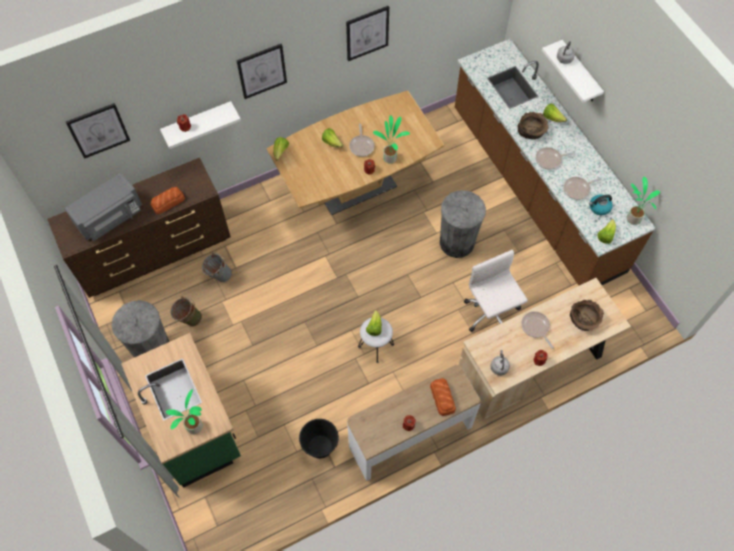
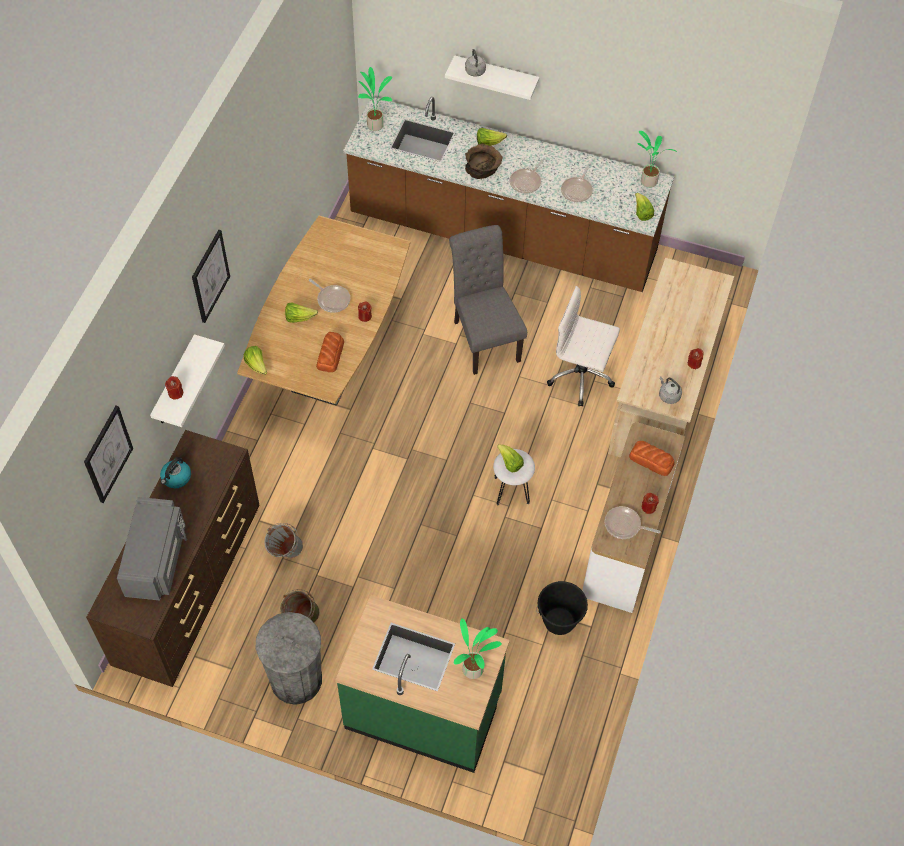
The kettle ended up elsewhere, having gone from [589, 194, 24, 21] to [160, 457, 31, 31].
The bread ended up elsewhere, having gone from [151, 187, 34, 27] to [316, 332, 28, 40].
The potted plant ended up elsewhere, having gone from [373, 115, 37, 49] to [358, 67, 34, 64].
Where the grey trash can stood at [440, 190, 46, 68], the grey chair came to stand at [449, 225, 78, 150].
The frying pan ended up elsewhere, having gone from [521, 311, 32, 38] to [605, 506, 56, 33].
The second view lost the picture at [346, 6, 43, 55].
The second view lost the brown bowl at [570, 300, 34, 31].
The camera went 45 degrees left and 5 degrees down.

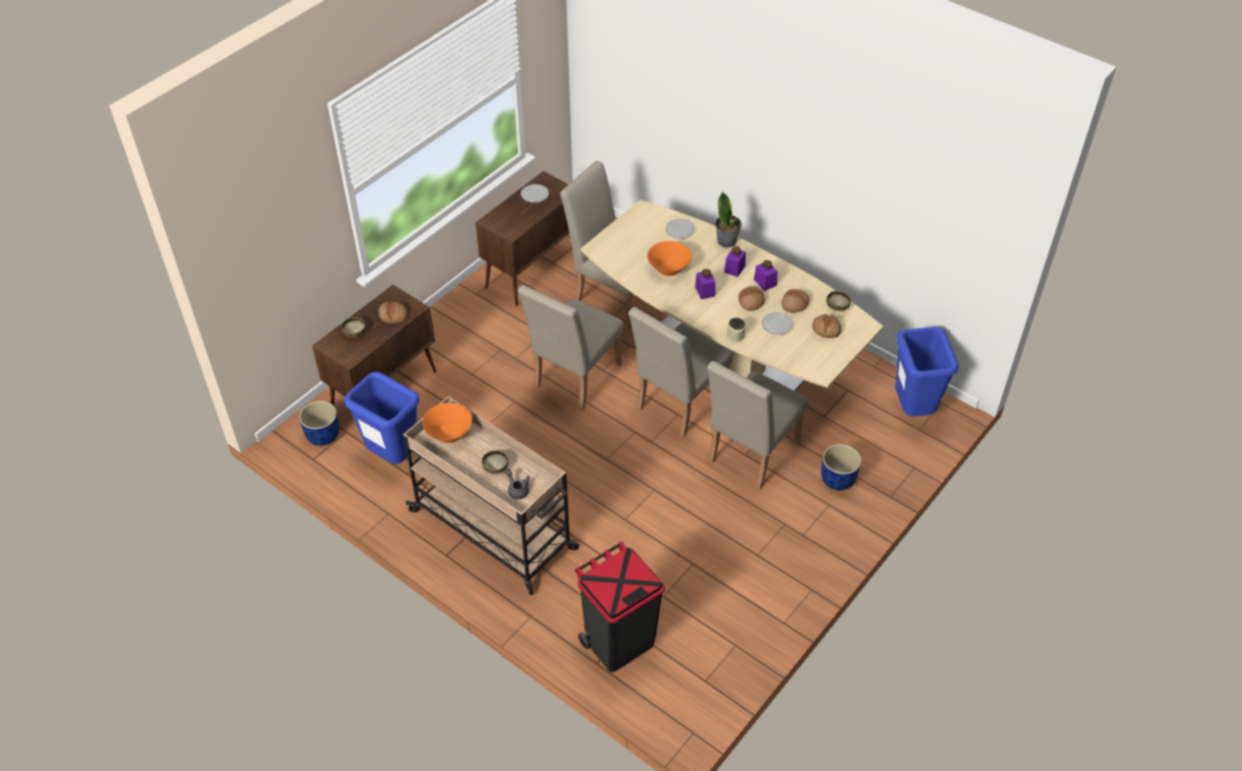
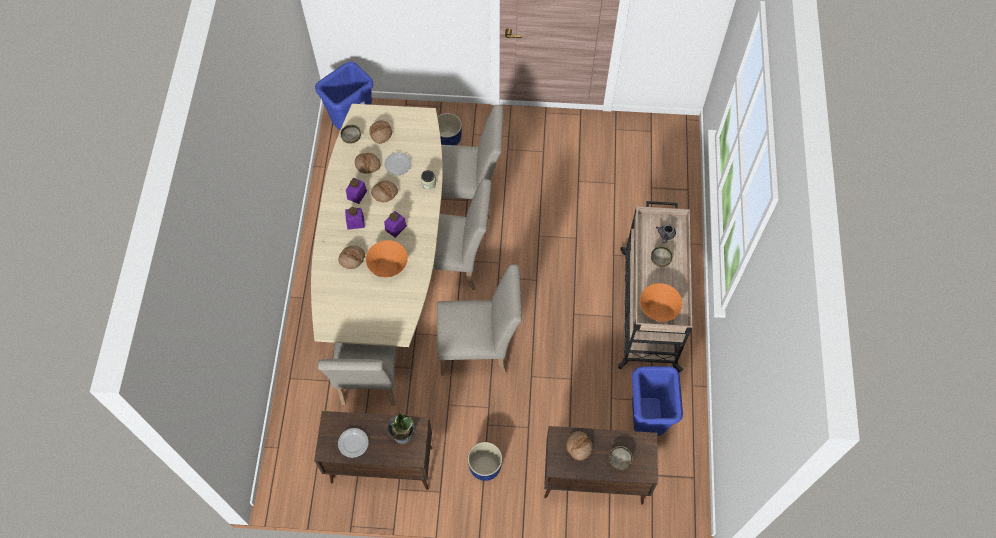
The second view gained the bread at [338, 246, 27, 23].
The potted plant ended up elsewhere, having gone from [715, 192, 27, 56] to [387, 413, 27, 31].
The blue planter ended up elsewhere, having gone from [299, 401, 40, 45] to [468, 442, 34, 39].
The second view lost the black trash can at [575, 541, 90, 131].
The second view lost the plate at [666, 219, 29, 20].
The camera went 125 degrees left and 15 degrees up.

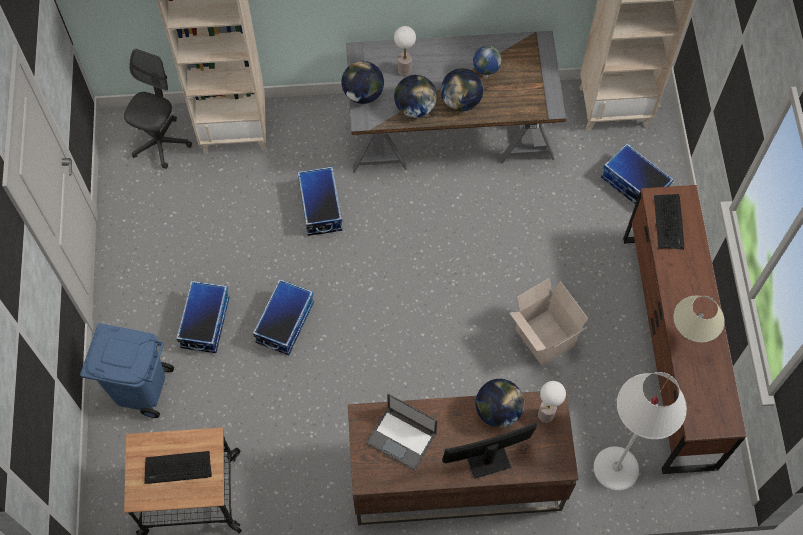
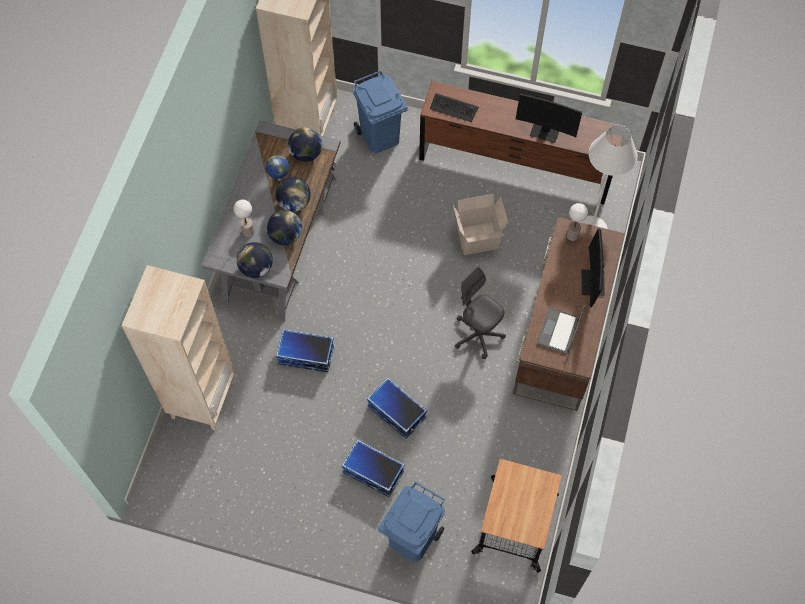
The globe ended up elsewhere, having gone from [476, 379, 48, 49] to [288, 127, 34, 35].
Where the storage box stood at [601, 143, 73, 62], the blue trash can came to stand at [353, 70, 55, 83].
The grey office chair ended up elsewhere, having gone from [124, 49, 68, 120] to [455, 267, 51, 92].
Where the beige table lamp stood at [674, 296, 51, 46], the monitor came to stand at [516, 94, 66, 49].
The laptop at [366, 394, 72, 77] ended up facing another way, 150 degrees clockwise from before.
The second view lost the keyboard at [144, 451, 68, 33].
The camera went 70 degrees left and 0 degrees up.

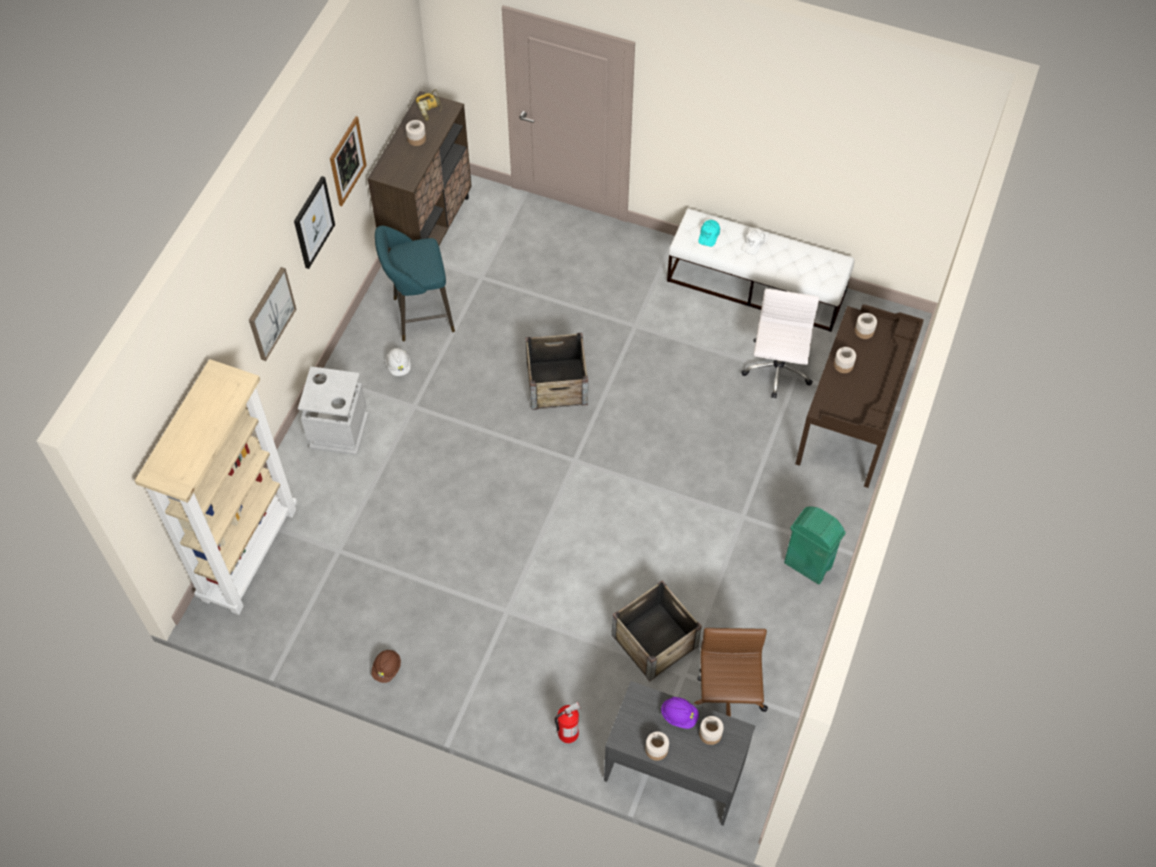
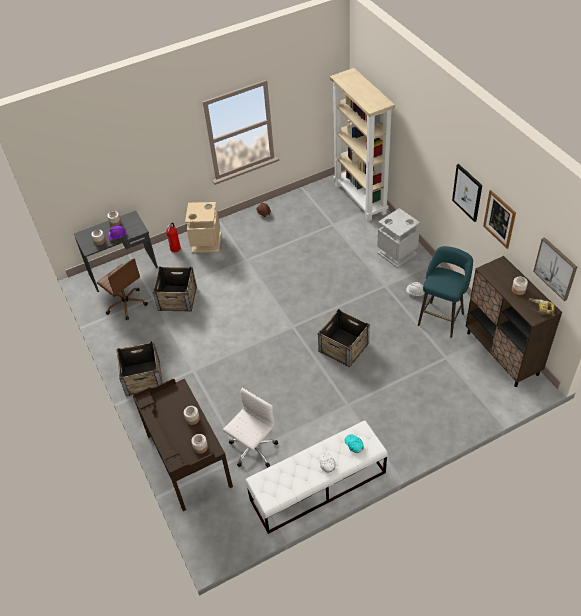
Where the green trash can stood at [784, 506, 61, 78], the crate came to stand at [116, 341, 46, 55].
The second view gained the beige trash can at [185, 202, 36, 51].
The white office chair at [741, 289, 78, 109] ended up facing another way, 105 degrees counterclockwise from before.
The picture ended up elsewhere, having gone from [249, 267, 47, 94] to [533, 237, 44, 64].
The camera went 135 degrees right and 10 degrees down.

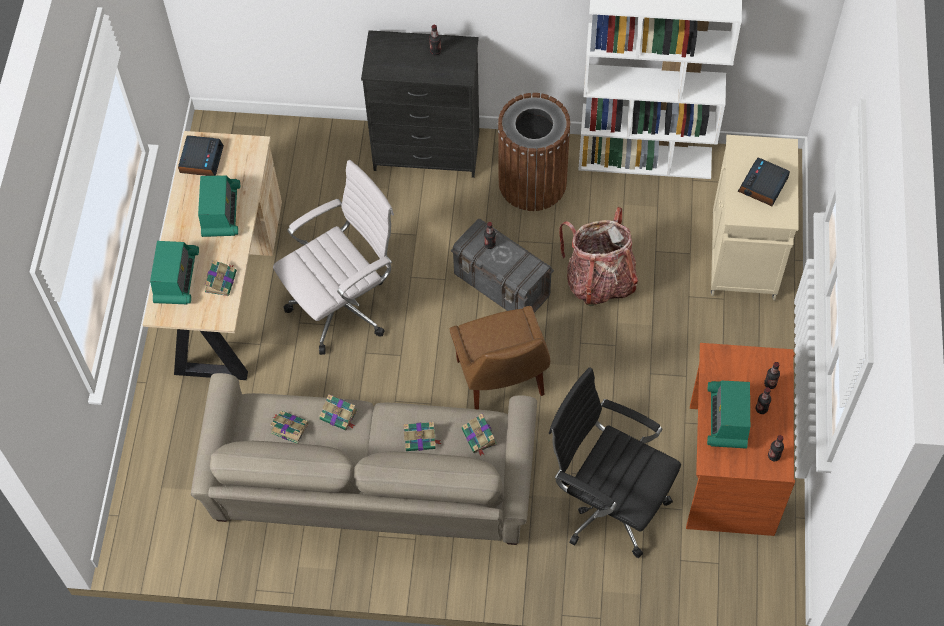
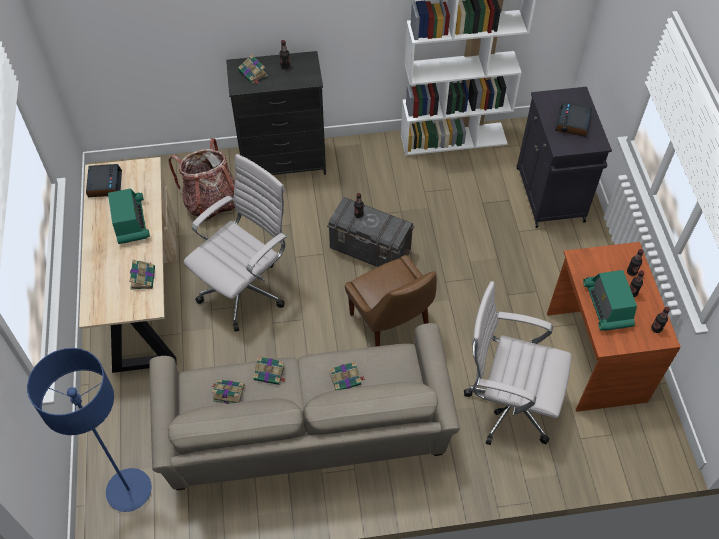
The second view gained the blue floor lamp at [27, 348, 125, 164].
The backpack ended up elsewhere, having gone from [559, 207, 80, 99] to [168, 138, 67, 83].
The book ended up elsewhere, having gone from [462, 413, 35, 43] to [238, 54, 30, 30].
What was the black office chair at [549, 367, 132, 191] turned into the white office chair at [464, 281, 108, 164].
What was the beige cabinet at [711, 135, 88, 166] turned into the black cabinet at [517, 87, 95, 141].
The second view lost the radio at [150, 241, 49, 63].
The second view lost the brown trash can at [498, 93, 73, 118].
The camera went 15 degrees left and 5 degrees down.

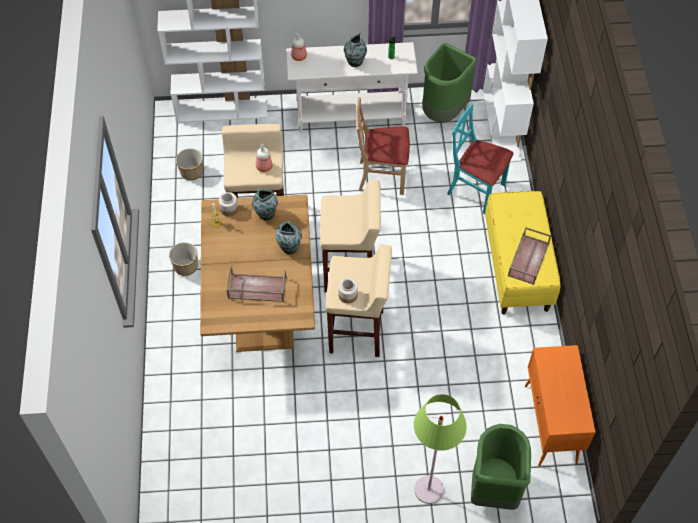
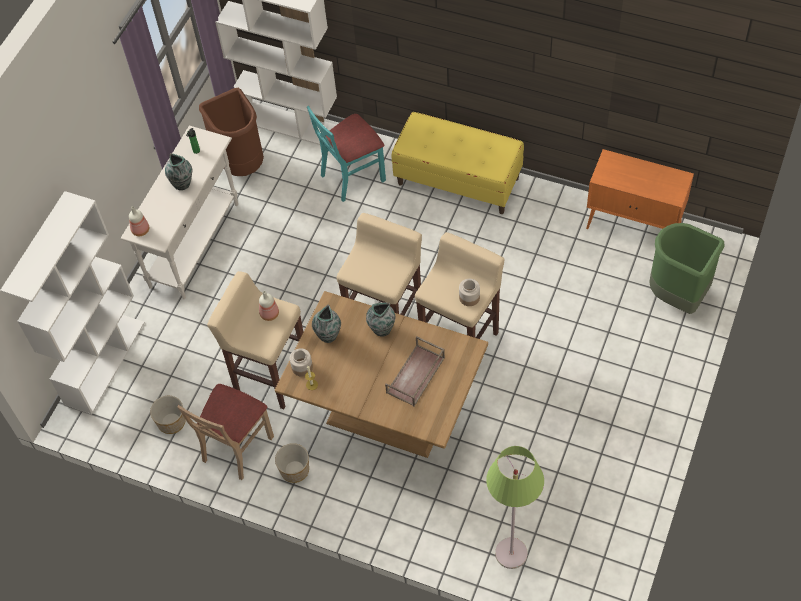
The beige chair ended up elsewhere, having gone from [356, 97, 54, 98] to [177, 384, 97, 96].
What was the green trash can at [422, 43, 55, 79] turned into the brown trash can at [199, 88, 65, 88].
The green floor lamp ended up elsewhere, having gone from [414, 394, 53, 110] to [486, 446, 58, 123].
The second view lost the brown tray at [508, 227, 43, 58].
The camera went 60 degrees left and 0 degrees up.

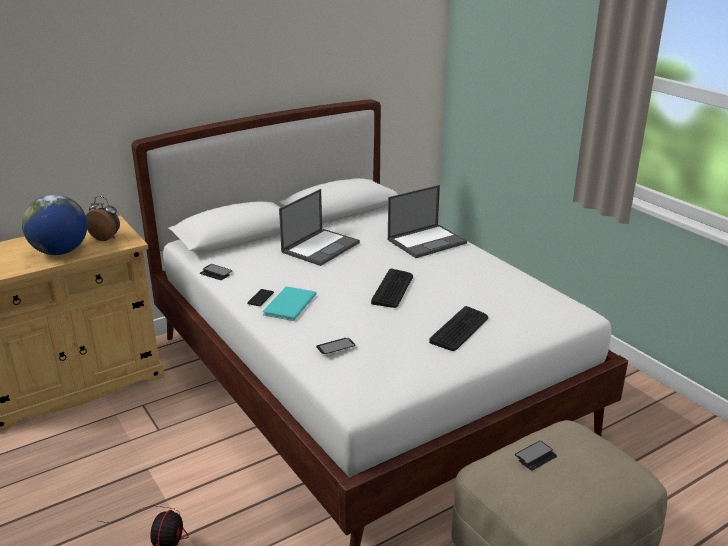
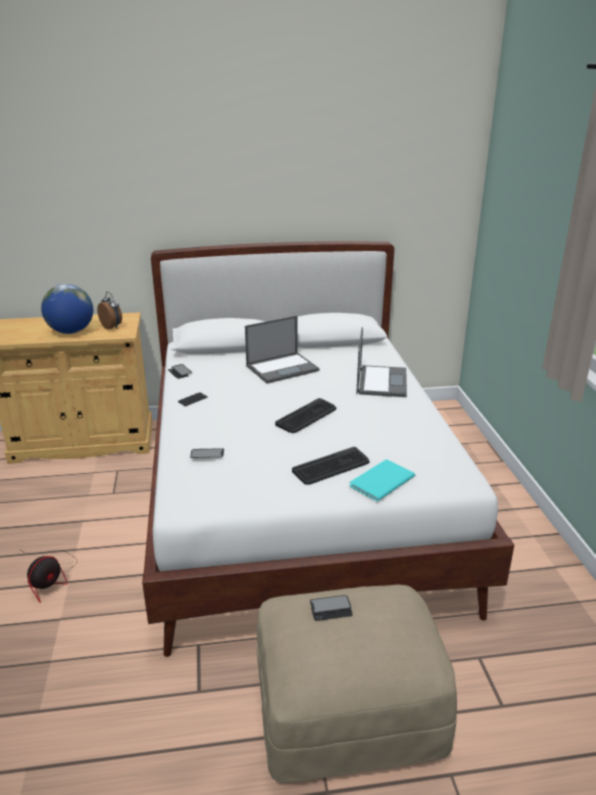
The turquoise book ended up elsewhere, having gone from [263, 287, 54, 34] to [349, 460, 66, 41].
The laptop at [388, 185, 79, 73] ended up facing another way, 75 degrees counterclockwise from before.
The camera went 25 degrees right and 0 degrees up.

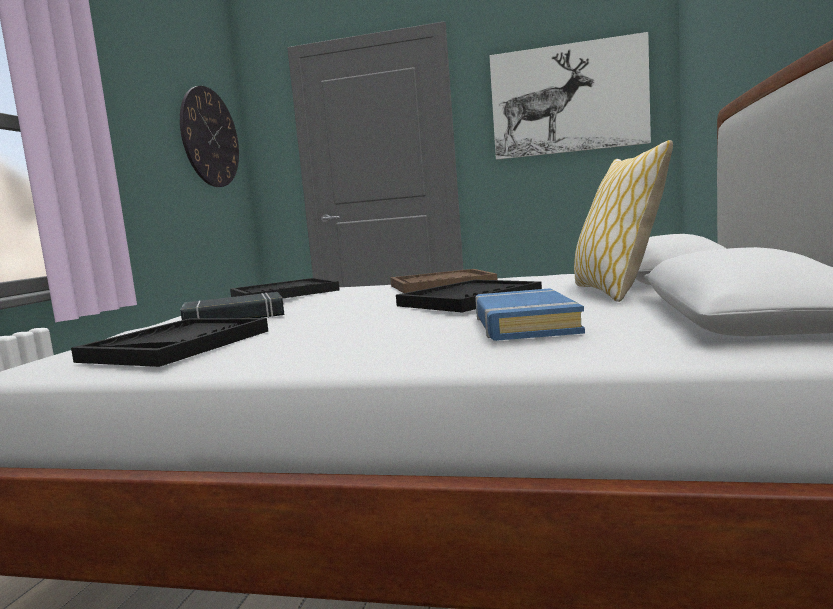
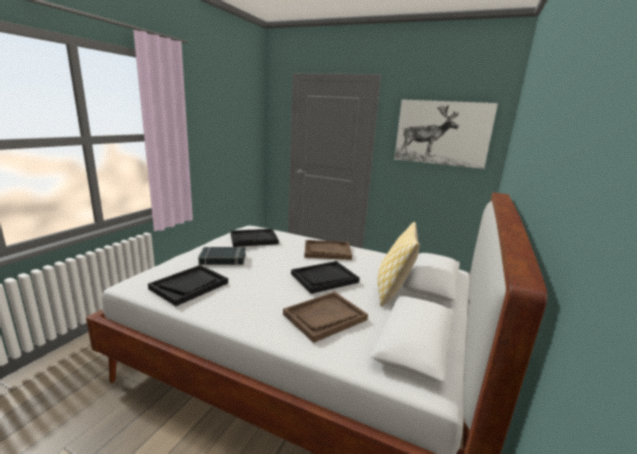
Where the blue book stood at [475, 288, 110, 53], the brown tray came to stand at [283, 292, 85, 51].
The second view lost the wall clock at [180, 86, 59, 101].
The camera went 10 degrees right and 10 degrees up.

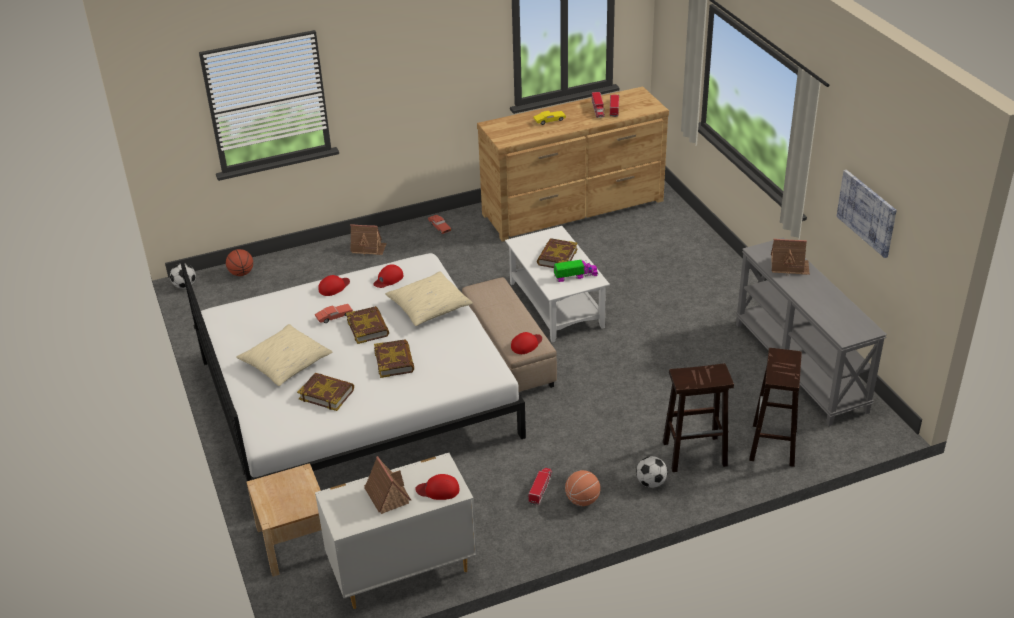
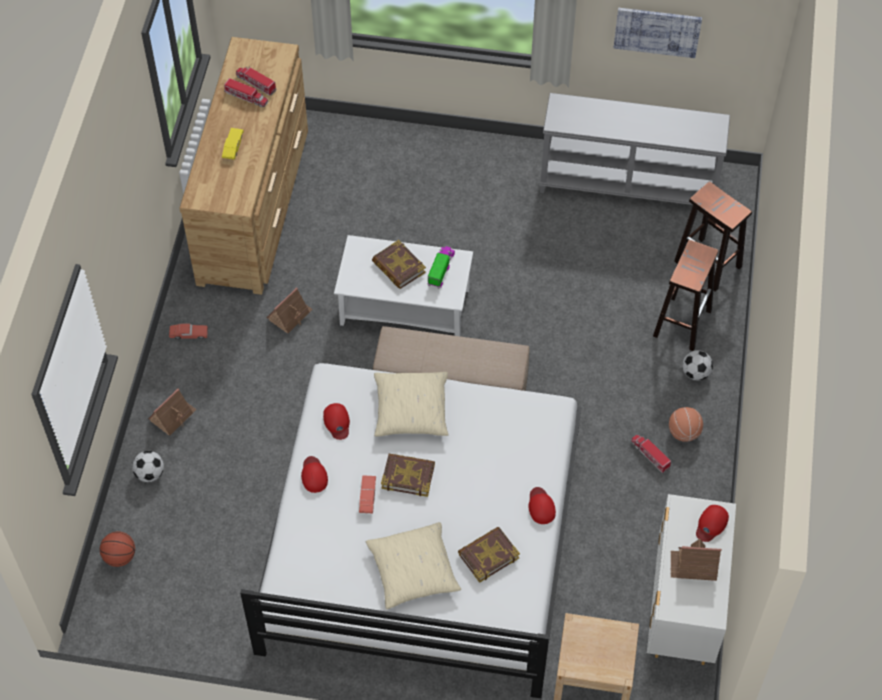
The football ended up elsewhere, having gone from [170, 264, 26, 25] to [132, 451, 32, 31].
The toy house ended up elsewhere, having gone from [771, 239, 39, 36] to [266, 287, 46, 46].
The red cap ended up elsewhere, having gone from [511, 332, 31, 22] to [528, 487, 28, 37].
The second view lost the book at [374, 339, 40, 39].
The camera went 60 degrees left and 20 degrees up.

